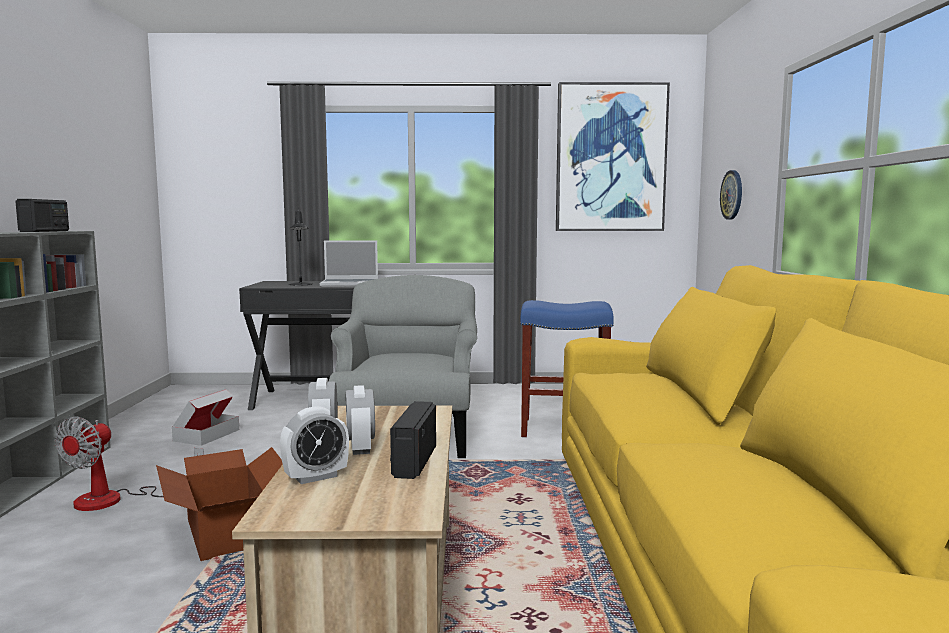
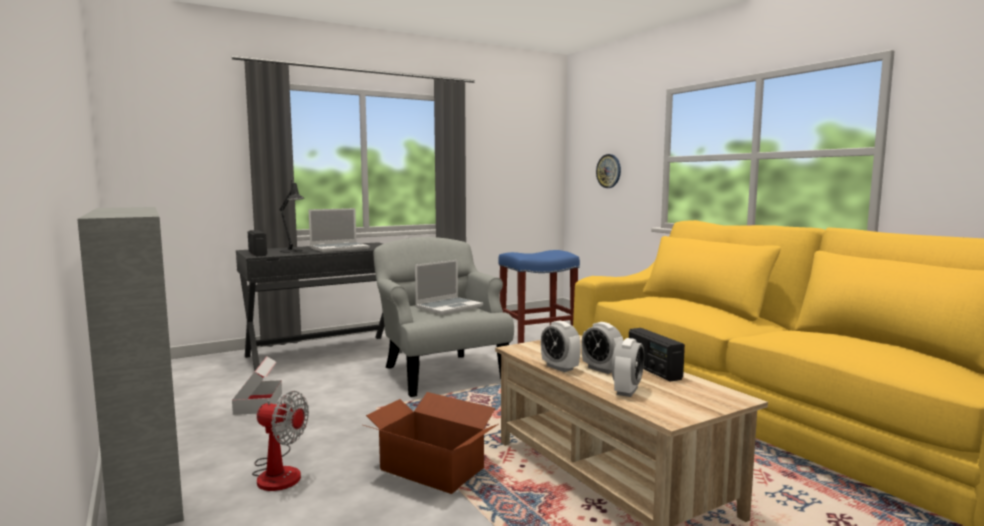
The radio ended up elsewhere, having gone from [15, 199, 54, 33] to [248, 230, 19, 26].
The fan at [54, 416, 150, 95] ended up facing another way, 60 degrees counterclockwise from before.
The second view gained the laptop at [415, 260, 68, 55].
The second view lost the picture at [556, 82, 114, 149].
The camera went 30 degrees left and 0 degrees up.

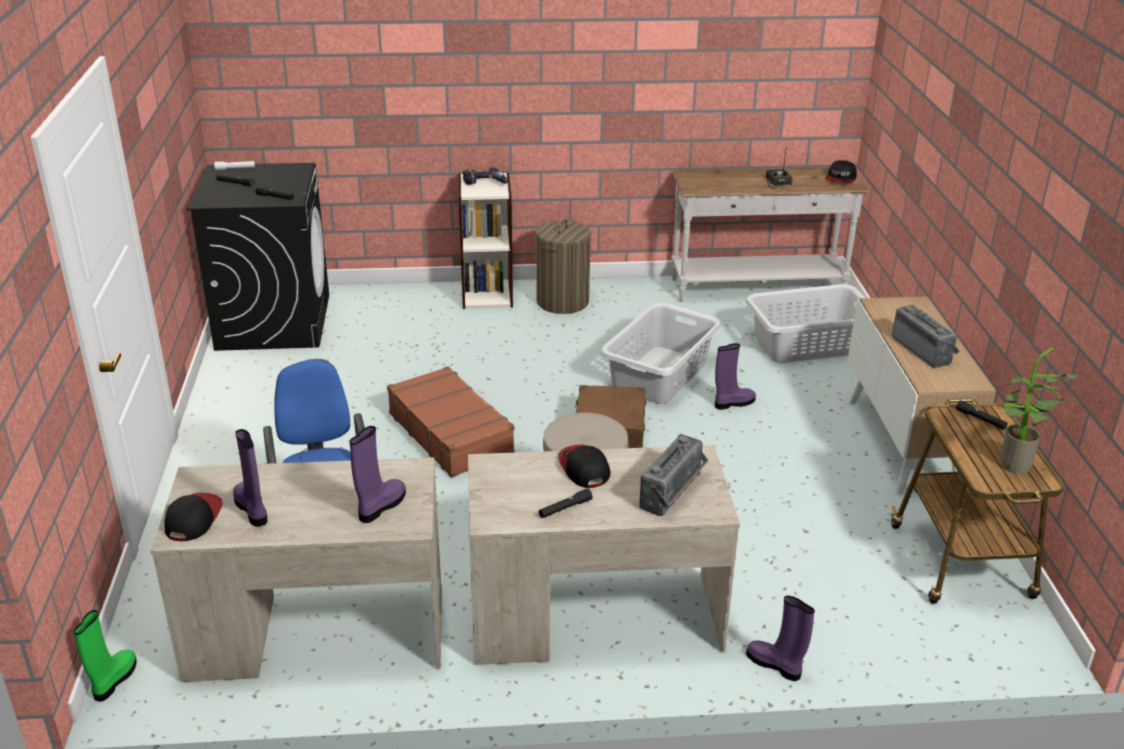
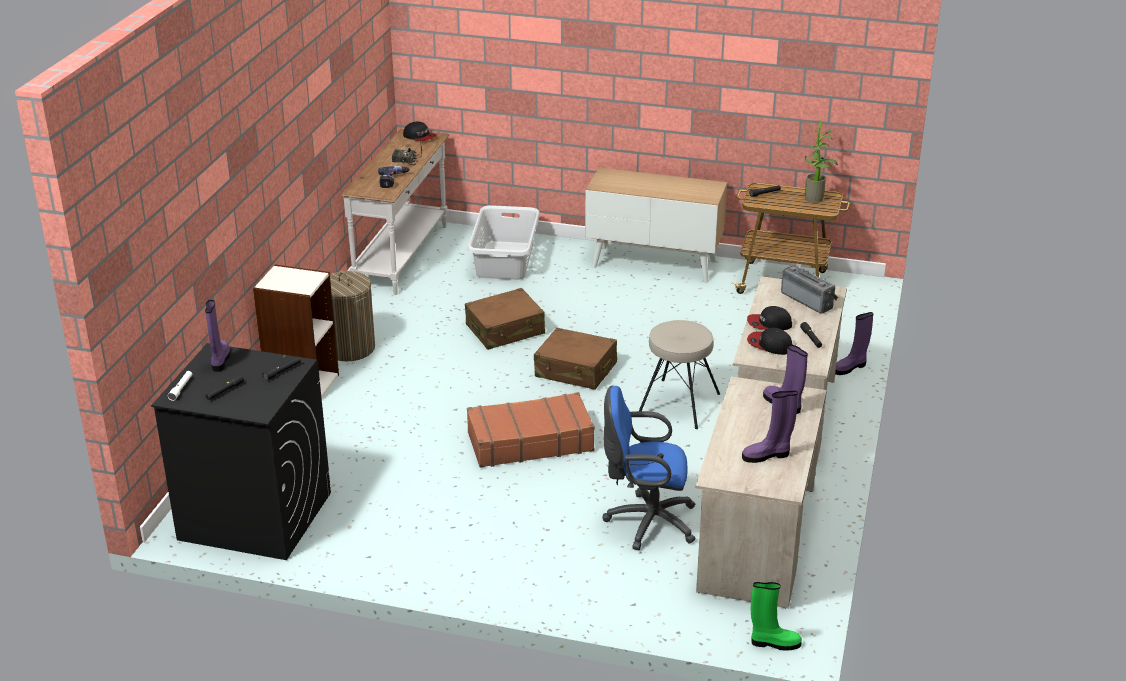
The purple boot ended up elsewhere, having gone from [715, 343, 41, 67] to [205, 300, 25, 72].
The power drill ended up elsewhere, having gone from [463, 167, 45, 18] to [378, 166, 32, 22].
Where the grey laundry basket stood at [600, 303, 121, 101], the brown suitcase came to stand at [465, 288, 80, 62].
The cap ended up elsewhere, having gone from [164, 492, 59, 49] to [747, 328, 45, 27].
The green boot at [74, 610, 63, 92] ended up facing another way, 150 degrees clockwise from before.
The second view lost the radio at [892, 305, 68, 63].
The camera went 70 degrees left and 0 degrees up.

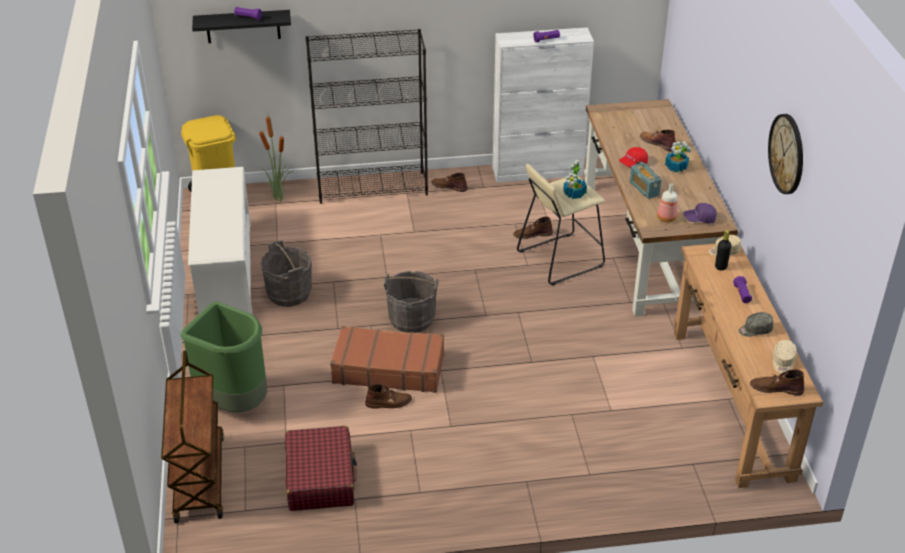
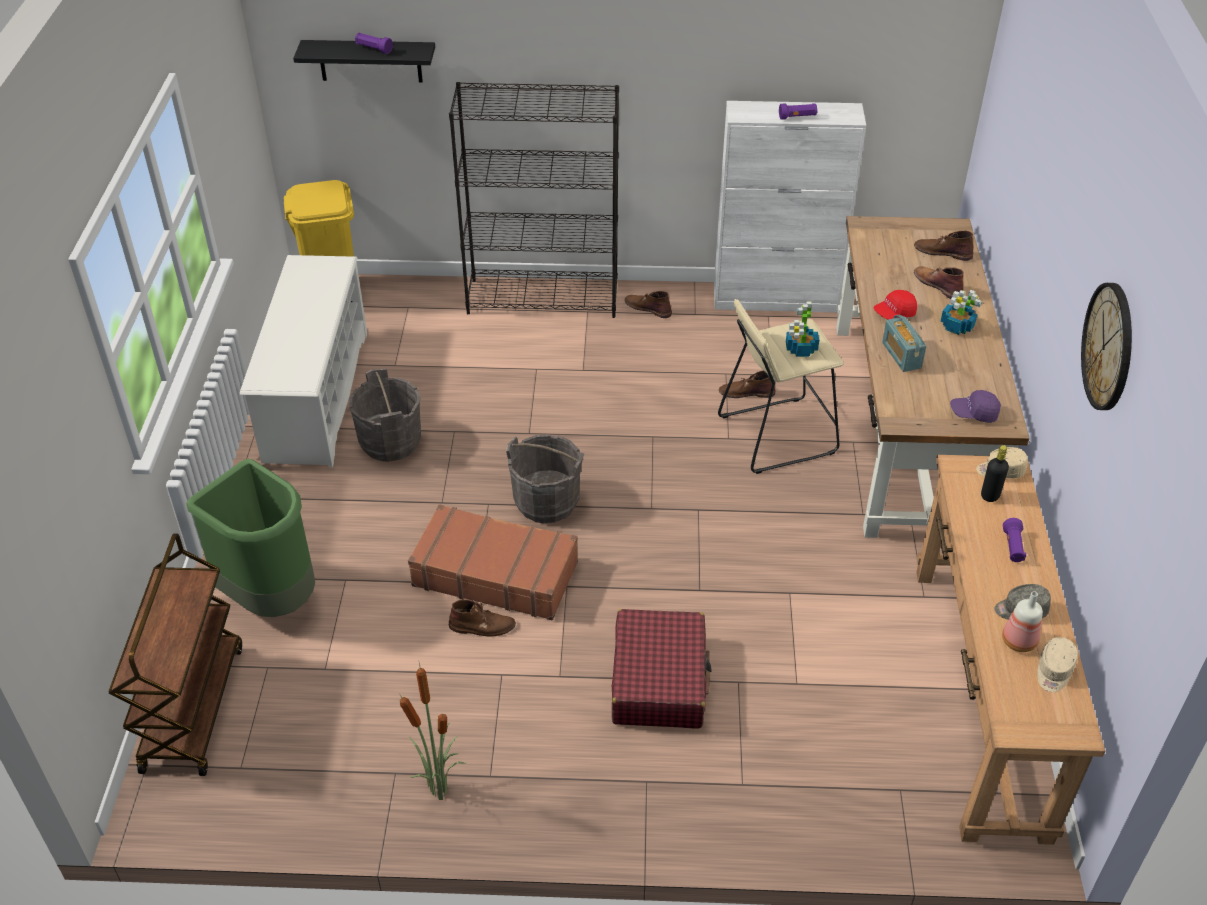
The potted plant ended up elsewhere, having gone from [259, 114, 34, 88] to [399, 663, 67, 137].
The red suitcase ended up elsewhere, having gone from [285, 426, 72, 85] to [612, 609, 100, 120].
The brown boot ended up elsewhere, having gone from [750, 369, 54, 27] to [914, 230, 59, 31].
The bottle ended up elsewhere, having gone from [657, 183, 21, 39] to [1002, 591, 41, 61].
The camera went 10 degrees right and 5 degrees up.

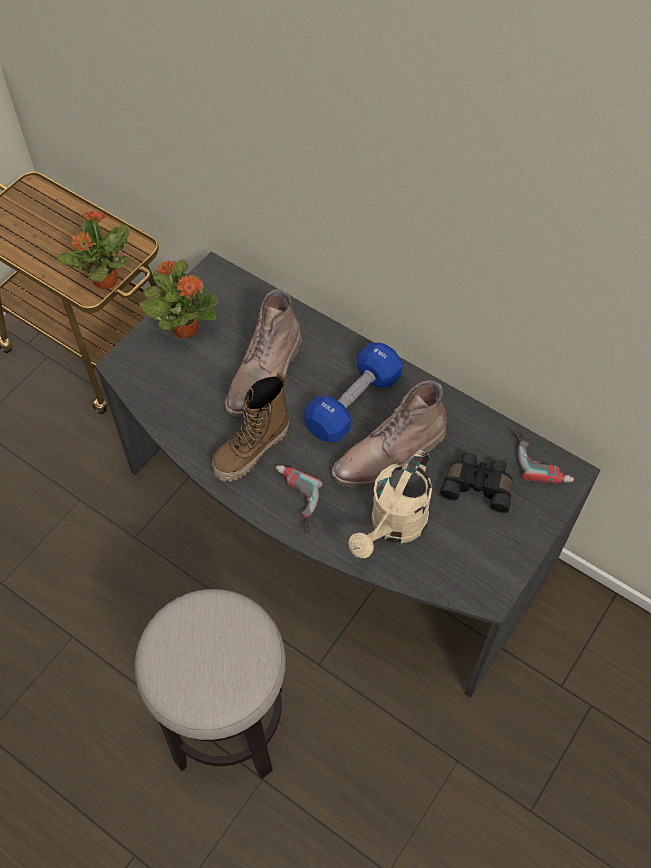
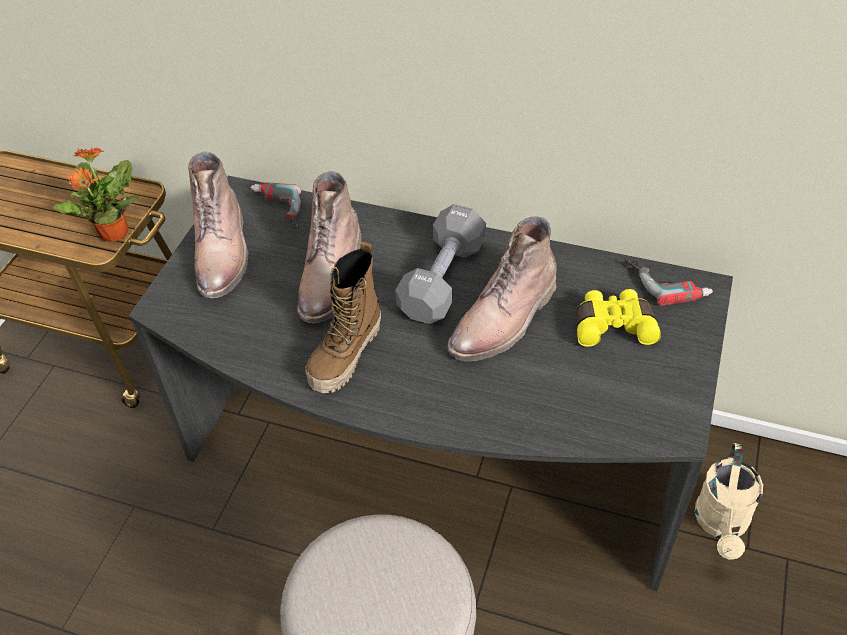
Where the potted plant stood at [139, 260, 79, 78], the brown boot came to stand at [188, 151, 60, 147].
The power drill ended up elsewhere, having gone from [276, 465, 47, 71] to [250, 182, 51, 49].
What was the blue dumbbell at [305, 342, 98, 100] turned into the grey dumbbell at [395, 204, 91, 120].
What was the black binoculars at [440, 453, 72, 60] turned into the yellow binoculars at [577, 289, 84, 58].
The beige watering can ended up elsewhere, having gone from [349, 450, 83, 108] to [695, 443, 68, 117].
The camera went 15 degrees left and 10 degrees down.

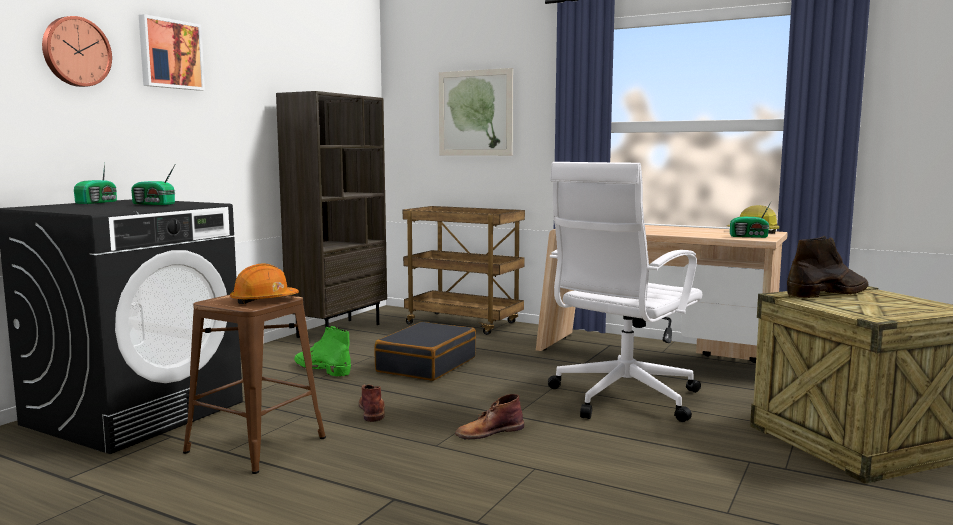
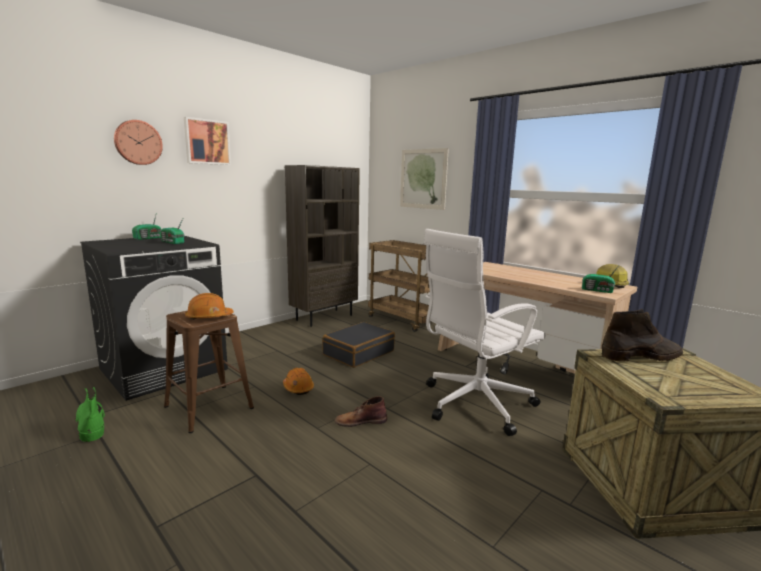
The green boot ended up elsewhere, having gone from [294, 326, 57, 51] to [76, 387, 29, 55].
Where the brown boot stood at [359, 385, 26, 37], the orange hard hat came to stand at [283, 368, 31, 27].
The camera went 15 degrees right and 5 degrees up.

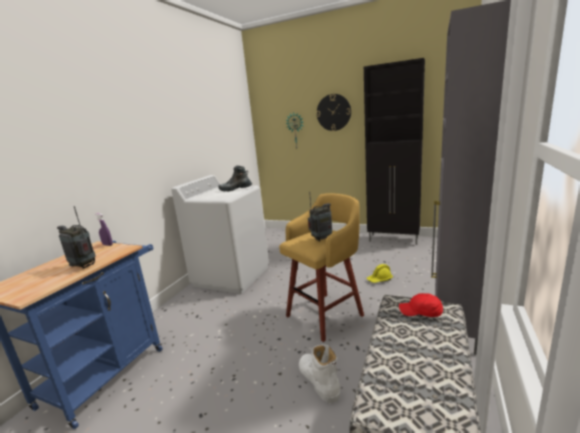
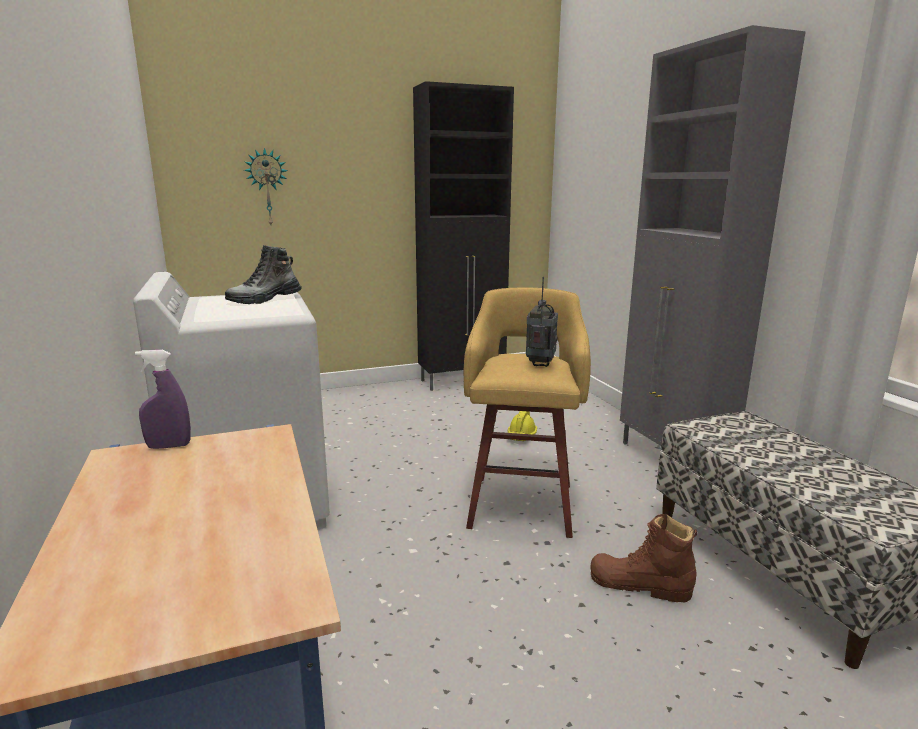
What was the white boot at [299, 344, 41, 59] turned into the brown boot at [590, 514, 108, 89].
The second view lost the radio at [57, 206, 39, 63].
The second view lost the wall clock at [316, 94, 35, 37].
The second view lost the red cap at [399, 293, 44, 24].
The camera went 45 degrees left and 0 degrees up.

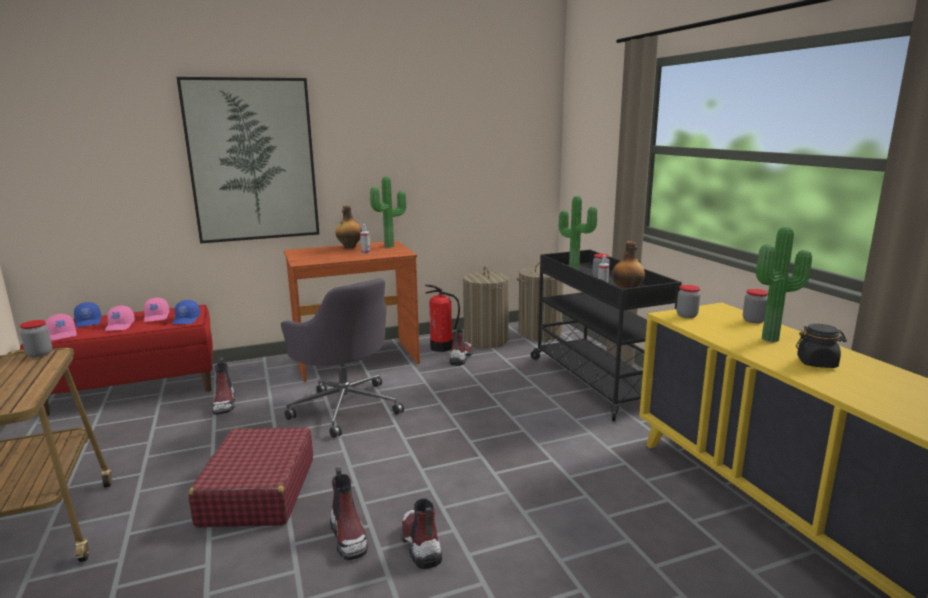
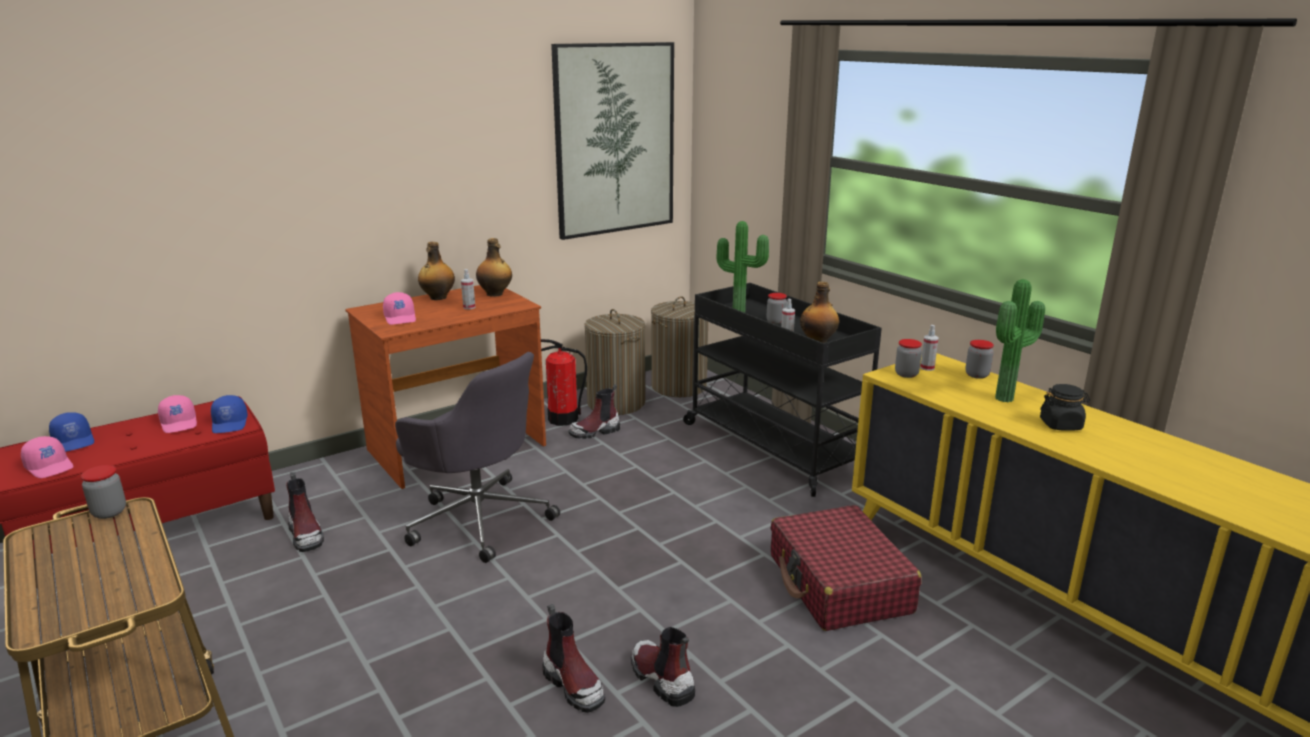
The pink cap ended up elsewhere, having gone from [105, 306, 30, 25] to [383, 292, 33, 33].
Where the potted plant stood at [370, 177, 36, 71], the bottle came to stand at [476, 238, 36, 59].
The picture ended up elsewhere, having gone from [177, 77, 142, 166] to [551, 42, 123, 198].
The boot at [449, 329, 24, 37] ended up facing another way, 120 degrees counterclockwise from before.
The red suitcase ended up elsewhere, having gone from [188, 427, 125, 100] to [771, 505, 151, 126].
The second view gained the spray bottle at [920, 325, 19, 46].
The camera went 15 degrees left and 5 degrees up.

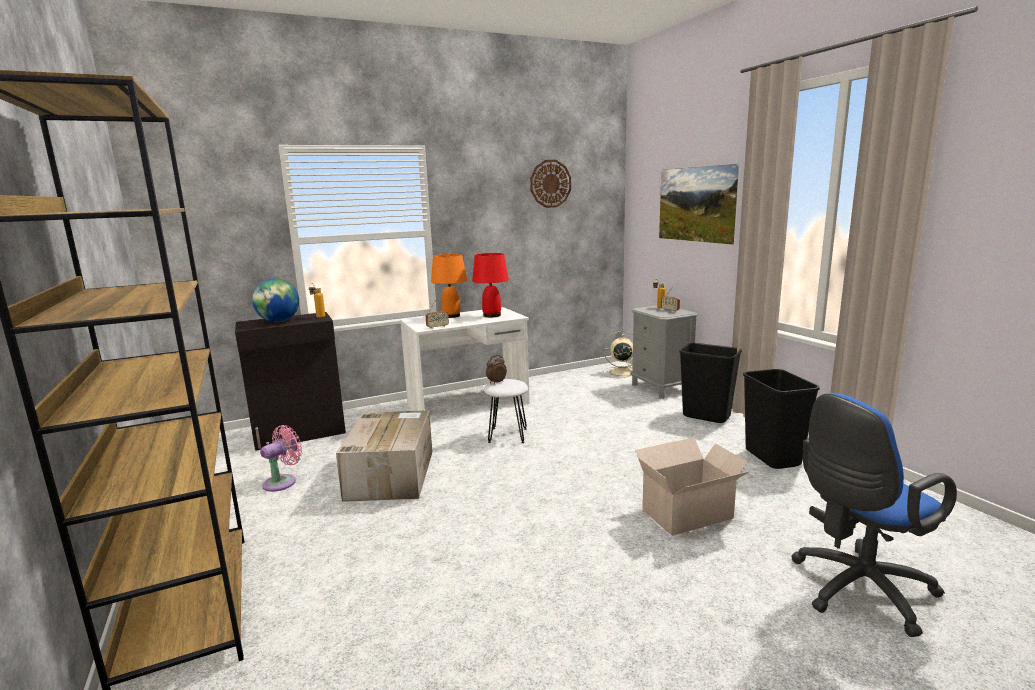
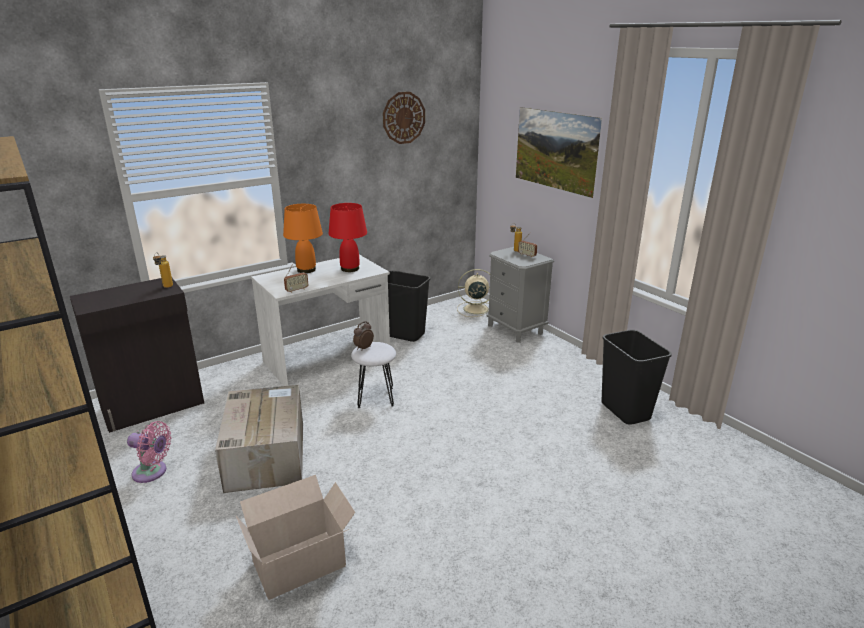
The pink fan at [260, 425, 42, 67] ended up facing another way, 75 degrees clockwise from before.
The cardboard box ended up elsewhere, having gone from [635, 437, 115, 99] to [236, 475, 119, 125].
The black trash can ended up elsewhere, having gone from [679, 343, 63, 80] to [388, 271, 42, 71].
The second view lost the globe at [252, 278, 47, 44].
The second view lost the blue office chair at [791, 393, 166, 244].
The camera went 10 degrees left and 10 degrees up.

